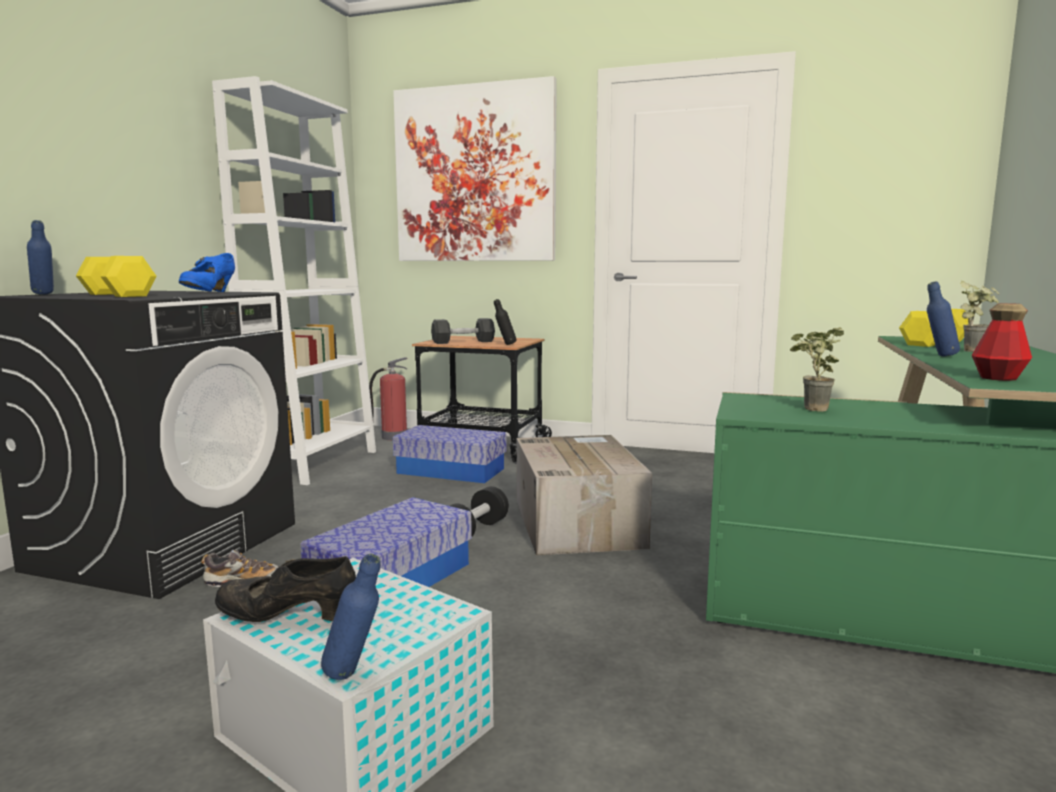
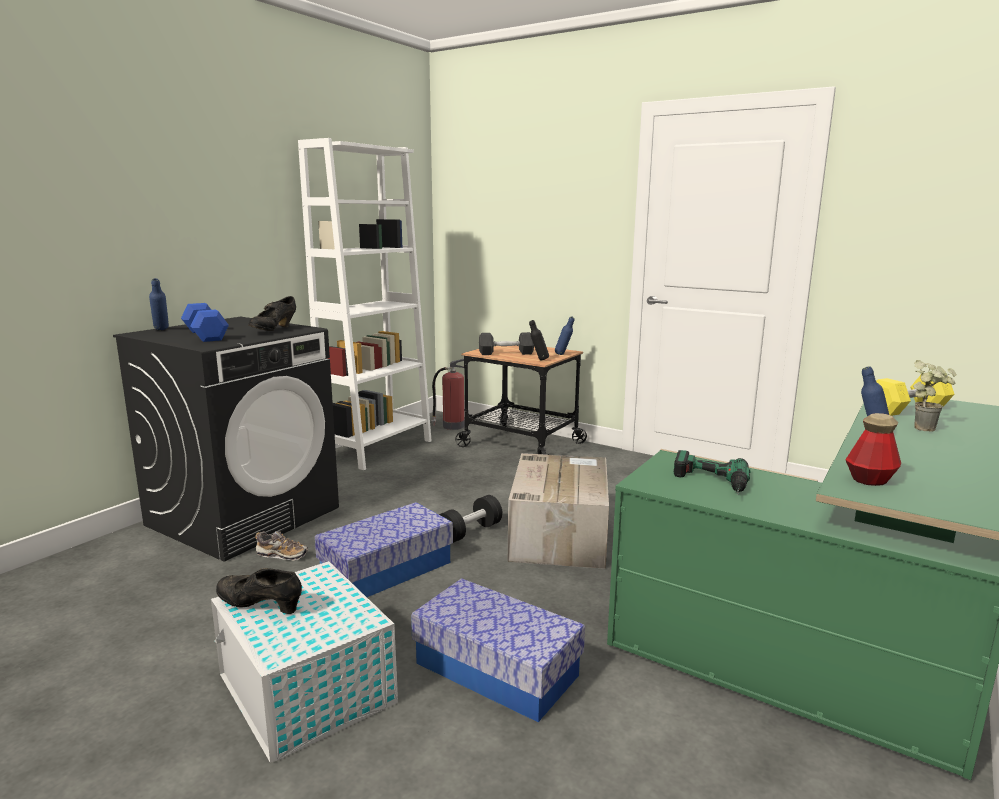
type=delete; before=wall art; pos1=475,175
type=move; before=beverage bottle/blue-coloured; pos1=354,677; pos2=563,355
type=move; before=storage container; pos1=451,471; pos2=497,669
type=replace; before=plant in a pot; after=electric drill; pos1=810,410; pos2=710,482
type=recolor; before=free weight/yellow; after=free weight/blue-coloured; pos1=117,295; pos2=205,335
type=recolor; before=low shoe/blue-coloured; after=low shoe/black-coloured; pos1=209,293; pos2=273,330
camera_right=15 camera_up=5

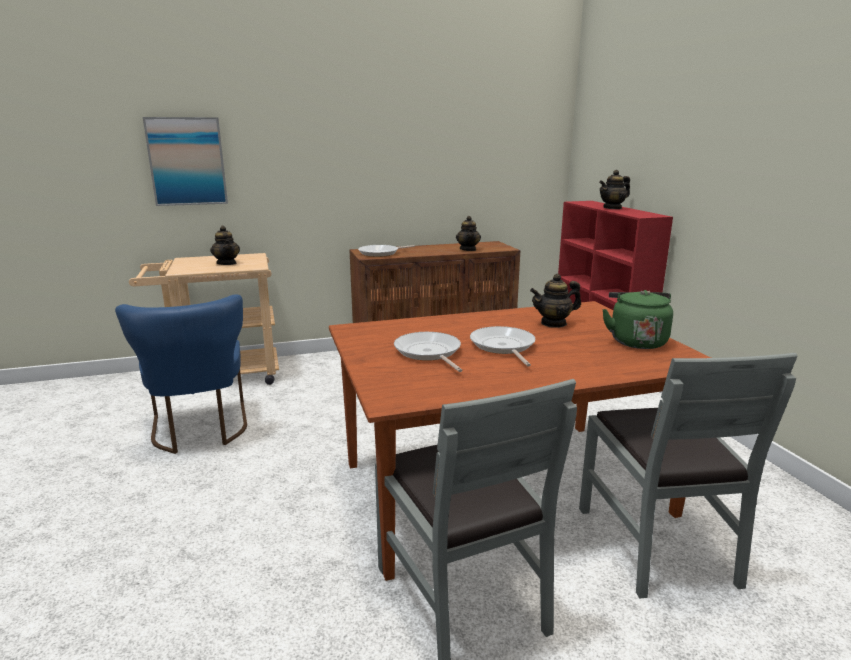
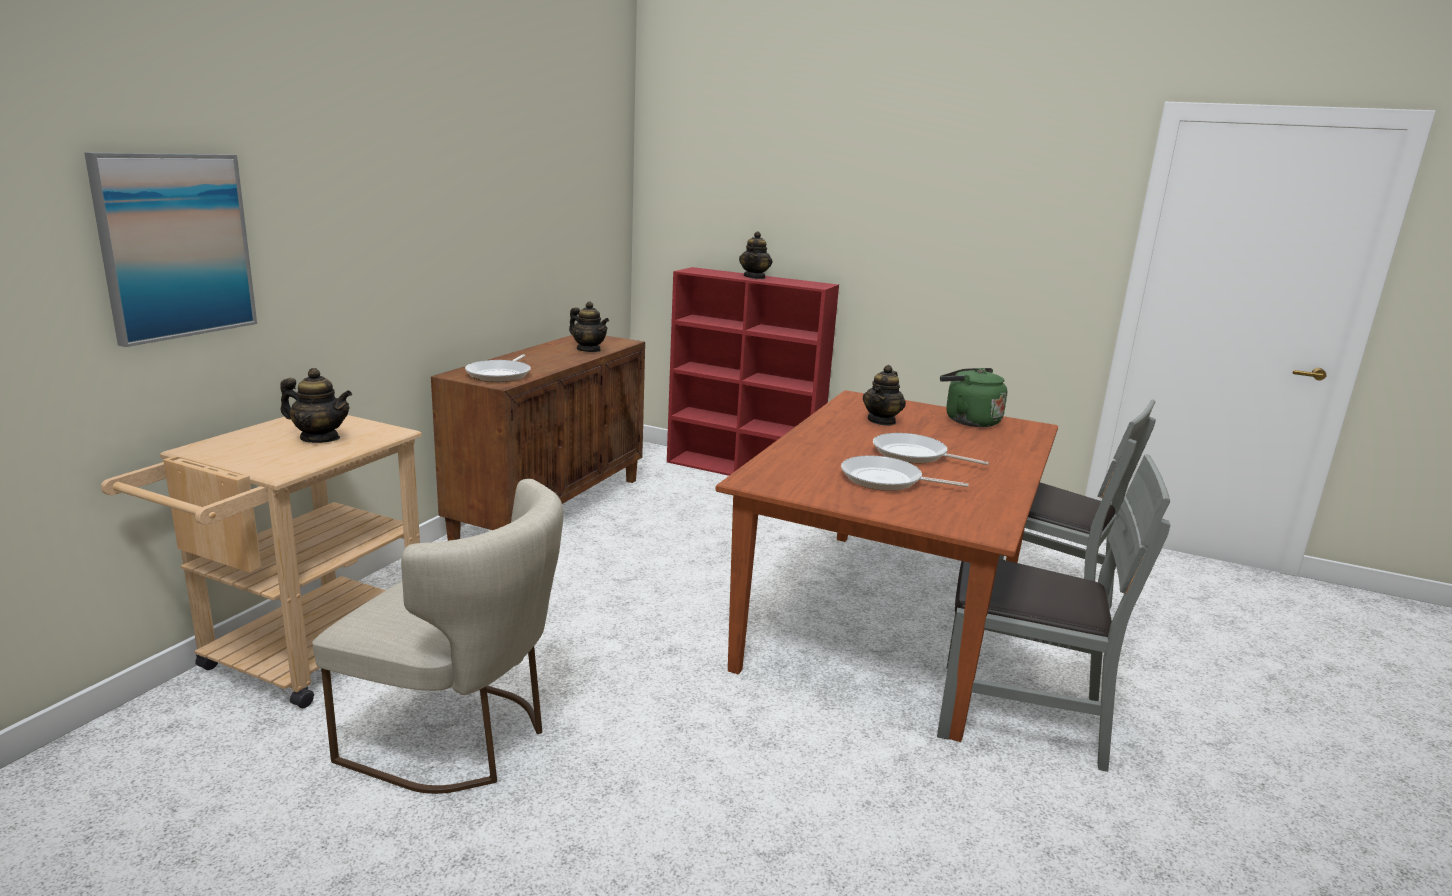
type=recolor; before=chair/blue-coloured; after=chair/beige-coloured; pos1=200,431; pos2=460,738
camera_right=-50 camera_up=0

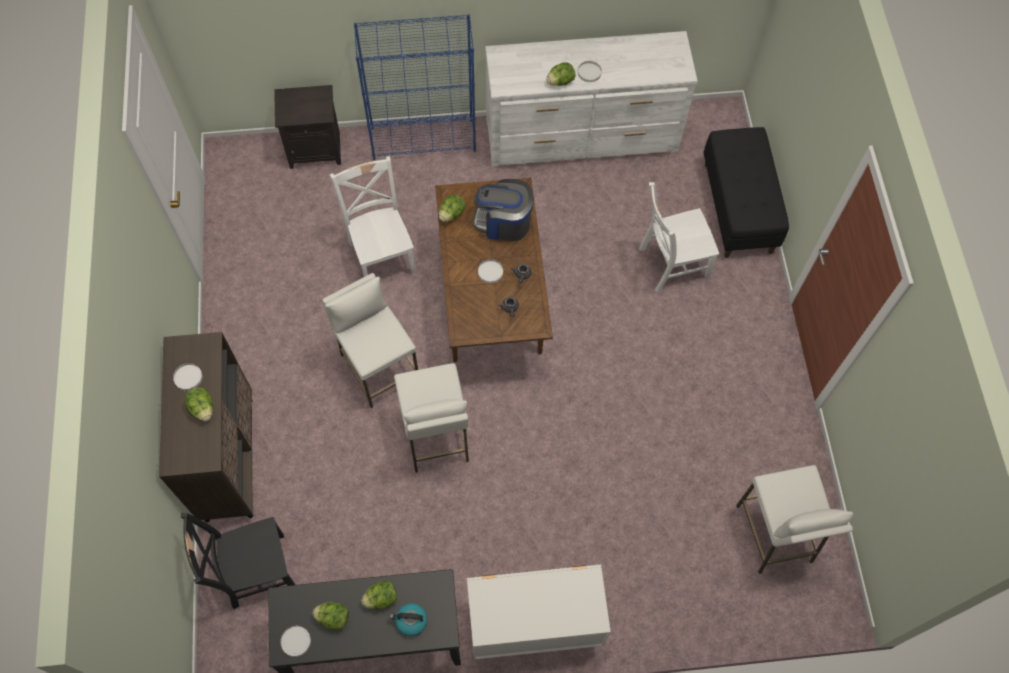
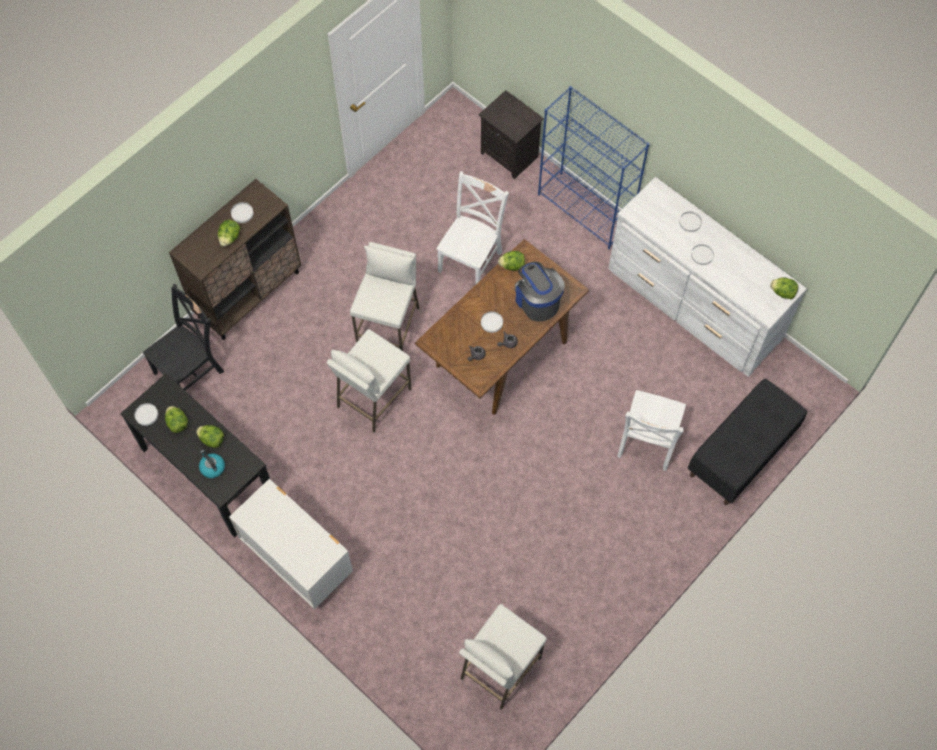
type=insert; after=dinner plate/whitish; pos2=690,222
type=move; before=lettuce; pos1=560,81; pos2=783,292
type=rotate; before=chair/black-coloured; pos1=254,571; pos2=191,370; turn=105
type=rotate; before=chair/whitish; pos1=670,263; pos2=647,443; turn=-105
camera_right=50 camera_up=0

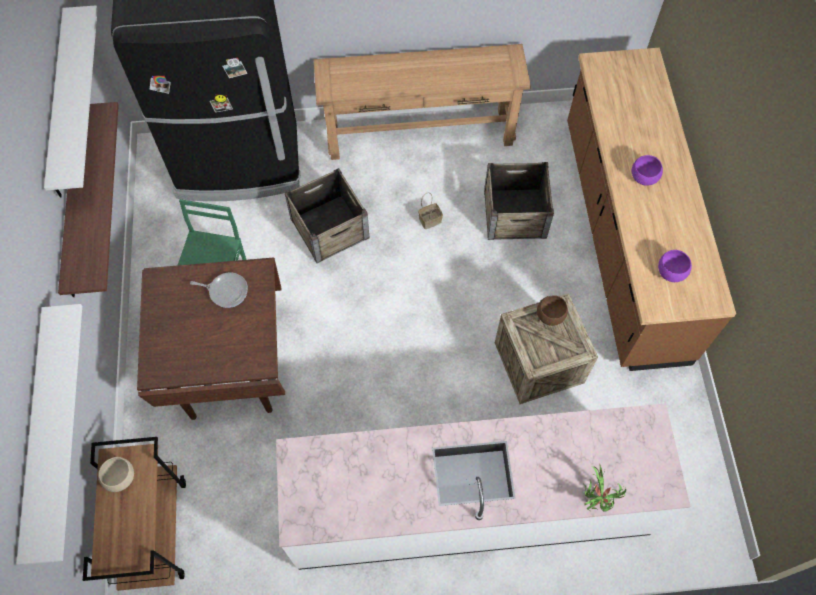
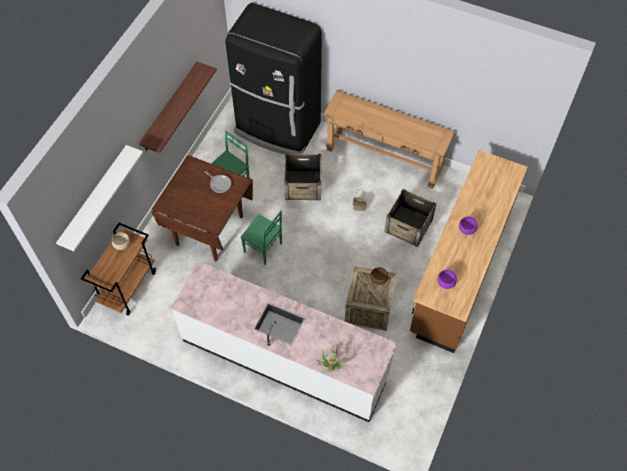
type=delete; before=wall shelf/whitish; pos1=60,105
type=insert; after=chair/green-coloured; pos2=263,248
camera_right=30 camera_up=-5

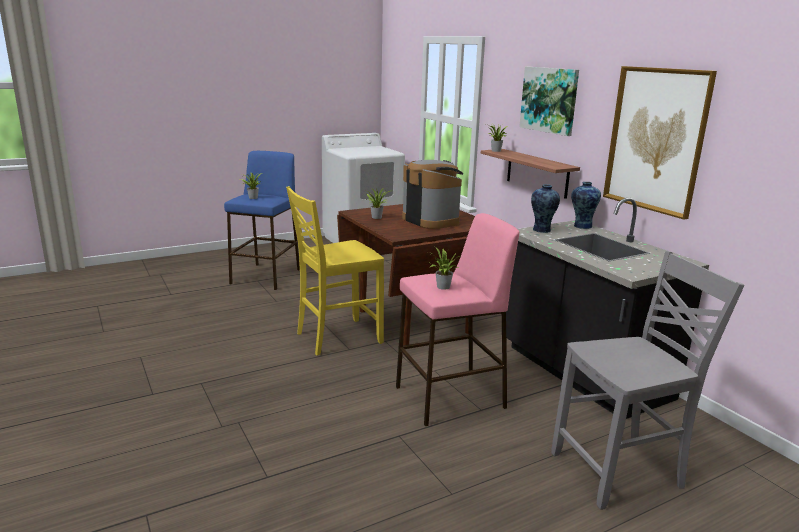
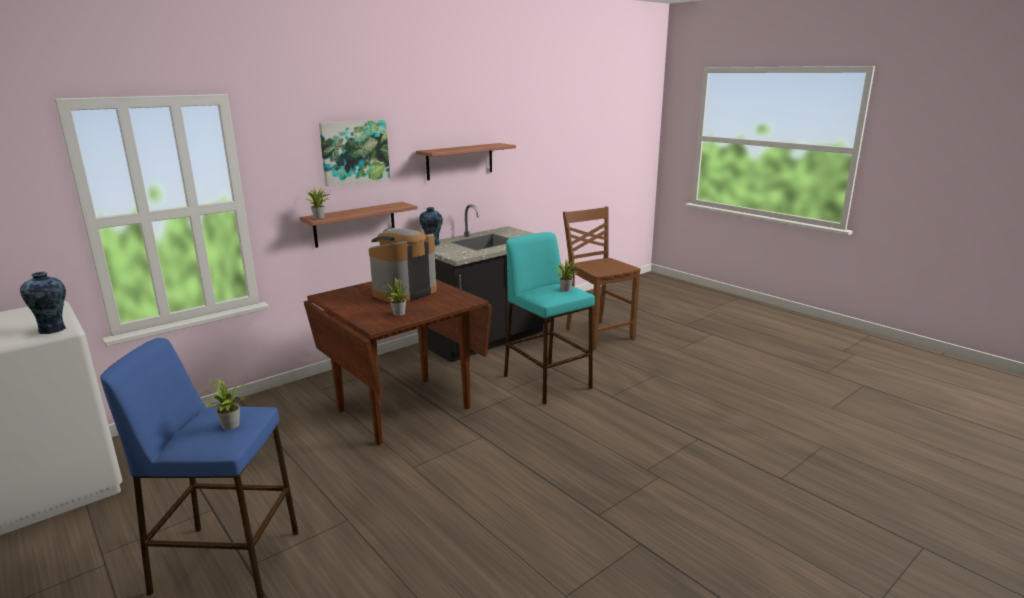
type=delete; before=chair/yellow; pos1=336,337
type=move; before=vase; pos1=542,230; pos2=53,329
type=replace; before=wall art; after=wall shelf; pos1=656,140; pos2=460,161
type=recolor; before=sitting stool/pinkish; after=sitting stool/turquoise; pos1=450,397; pos2=547,381
type=recolor; before=chair/gray; after=chair/brown-coloured; pos1=620,472; pos2=598,334
camera_right=-100 camera_up=0

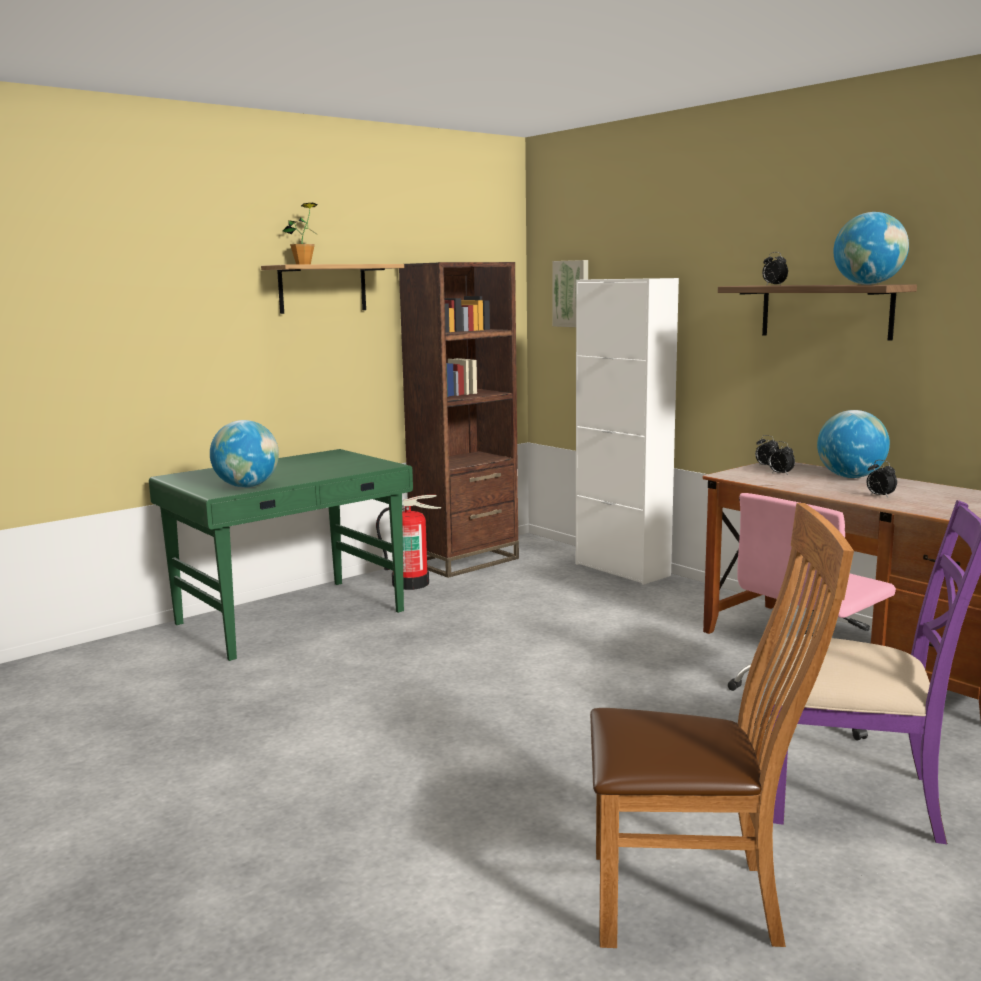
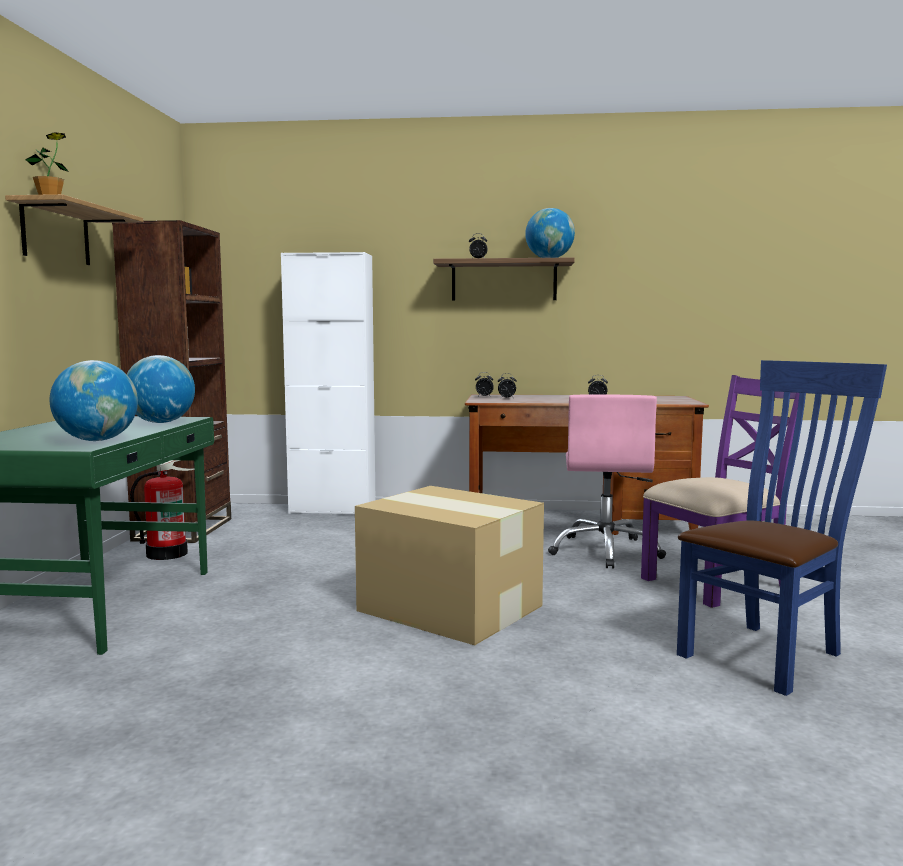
type=delete; before=wall art; pos1=572,293
type=insert; after=cardboard box; pos2=449,607
type=move; before=desk globe; pos1=850,477; pos2=161,422
type=recolor; before=chair/brown-coloured; after=chair/blue-coloured; pos1=697,900; pos2=768,653
camera_right=-45 camera_up=-5

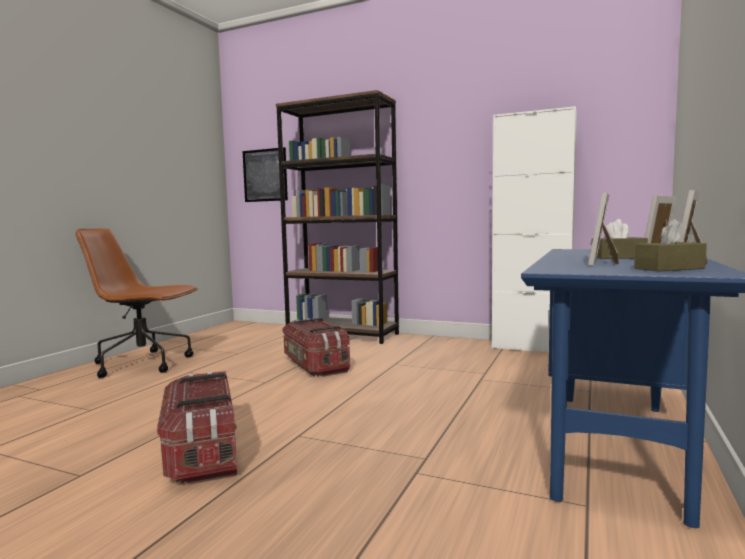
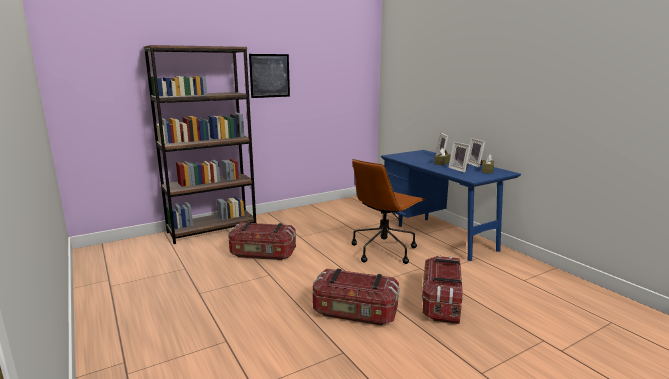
type=delete; before=storage cabinet/whitish; pos1=531,347
type=insert; after=storage container; pos2=441,302
type=move; before=desk chair/brown-coloured; pos1=144,364; pos2=384,250
type=move; before=wall art; pos1=265,175; pos2=269,75
camera_right=-55 camera_up=10

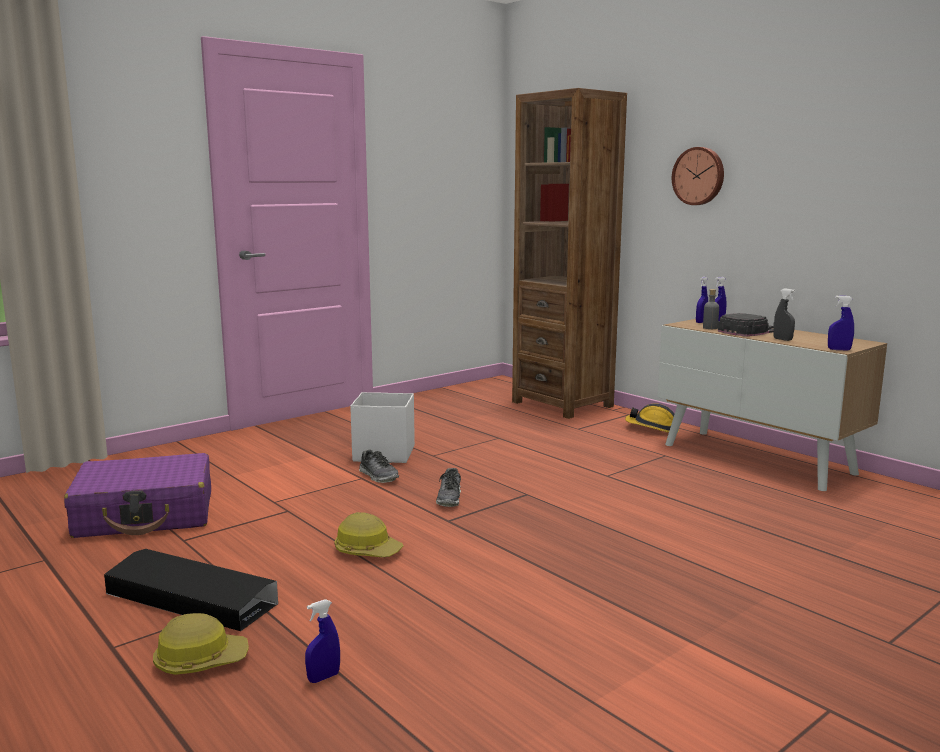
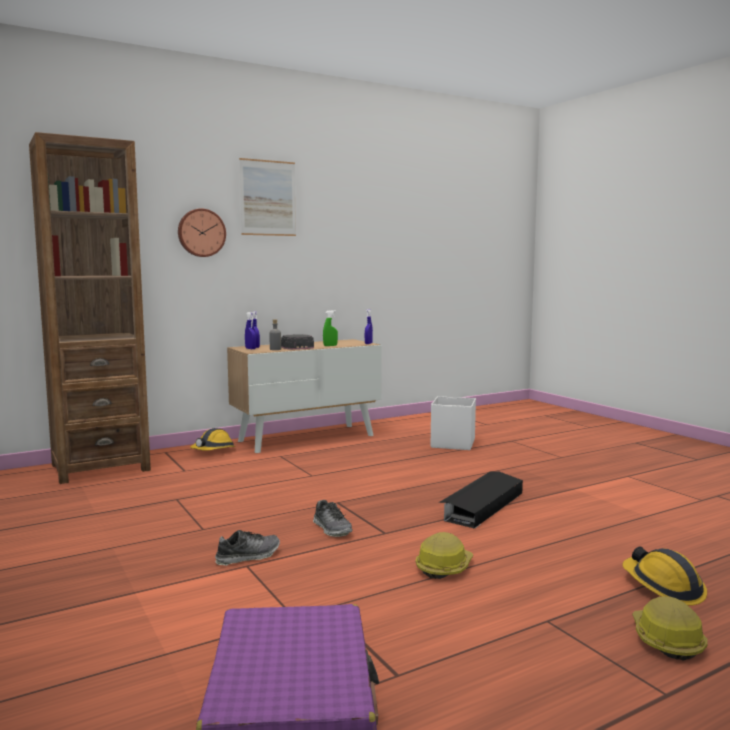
type=insert; after=wall art; pos2=268,198
type=move; before=storage container/black-coloured; pos1=190,599; pos2=482,506
type=move; before=storage container/whitish; pos1=383,453; pos2=452,443
type=replace; before=sprayer/blue-coloured; after=hard hat; pos1=323,677; pos2=663,587
type=recolor; before=sprayer/gray; after=sprayer/green-coloured; pos1=782,339; pos2=330,345
type=rotate; before=low shoe; pos1=450,498; pos2=332,529; turn=45
camera_right=-80 camera_up=-5

